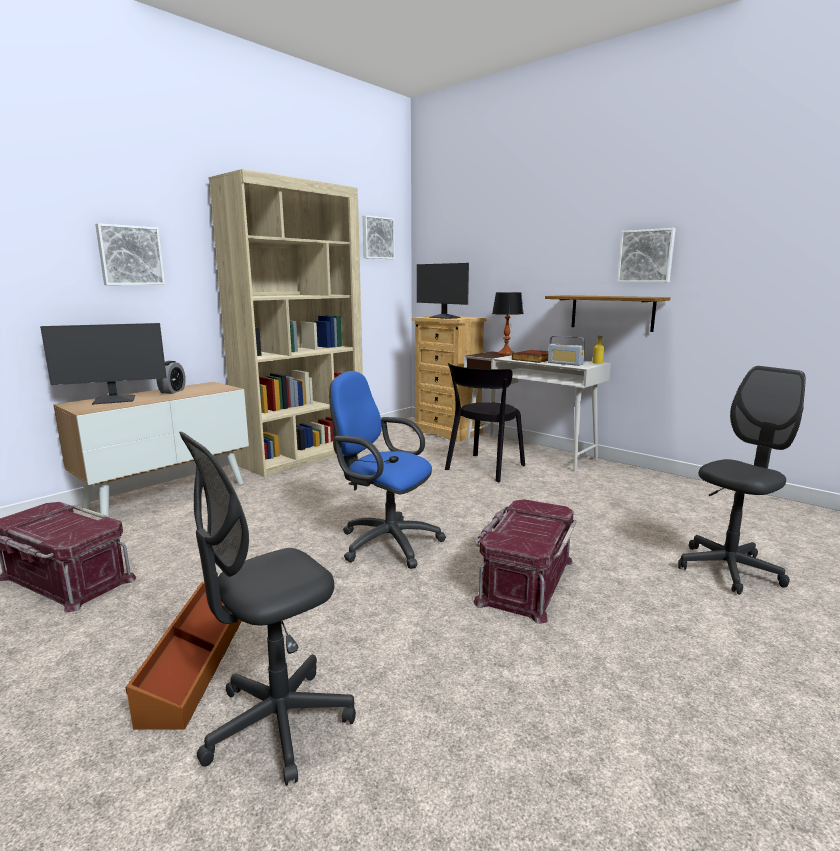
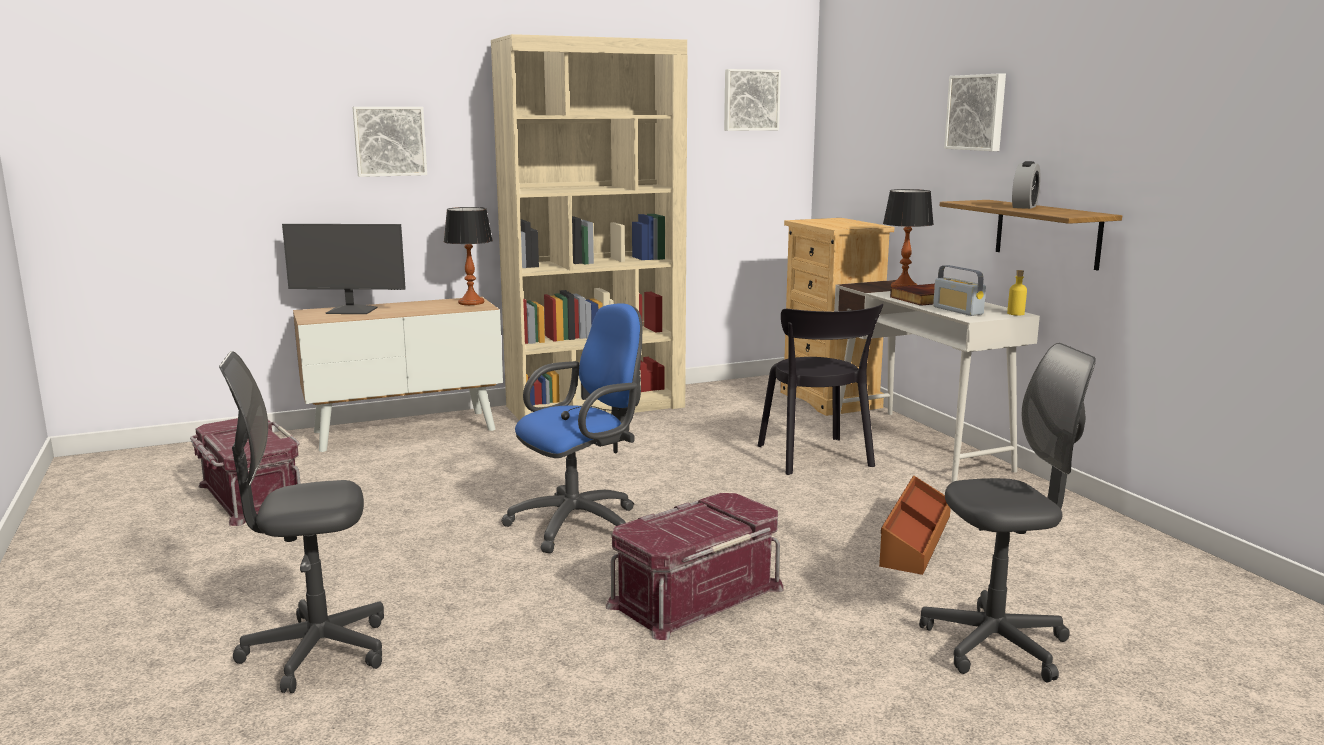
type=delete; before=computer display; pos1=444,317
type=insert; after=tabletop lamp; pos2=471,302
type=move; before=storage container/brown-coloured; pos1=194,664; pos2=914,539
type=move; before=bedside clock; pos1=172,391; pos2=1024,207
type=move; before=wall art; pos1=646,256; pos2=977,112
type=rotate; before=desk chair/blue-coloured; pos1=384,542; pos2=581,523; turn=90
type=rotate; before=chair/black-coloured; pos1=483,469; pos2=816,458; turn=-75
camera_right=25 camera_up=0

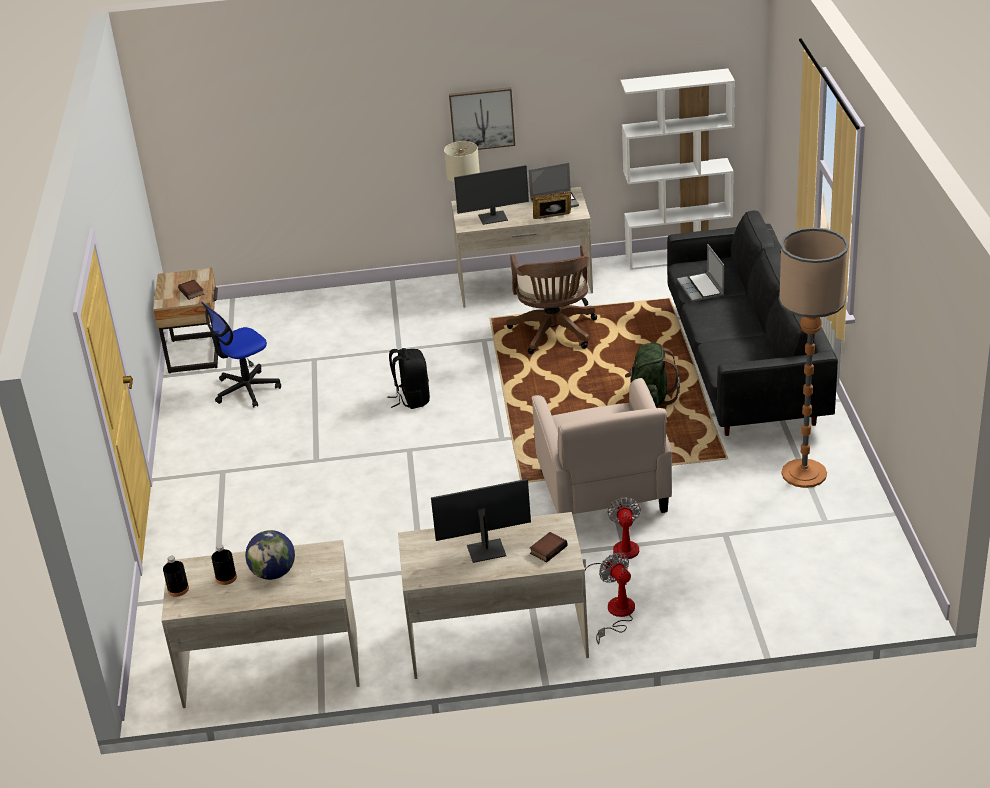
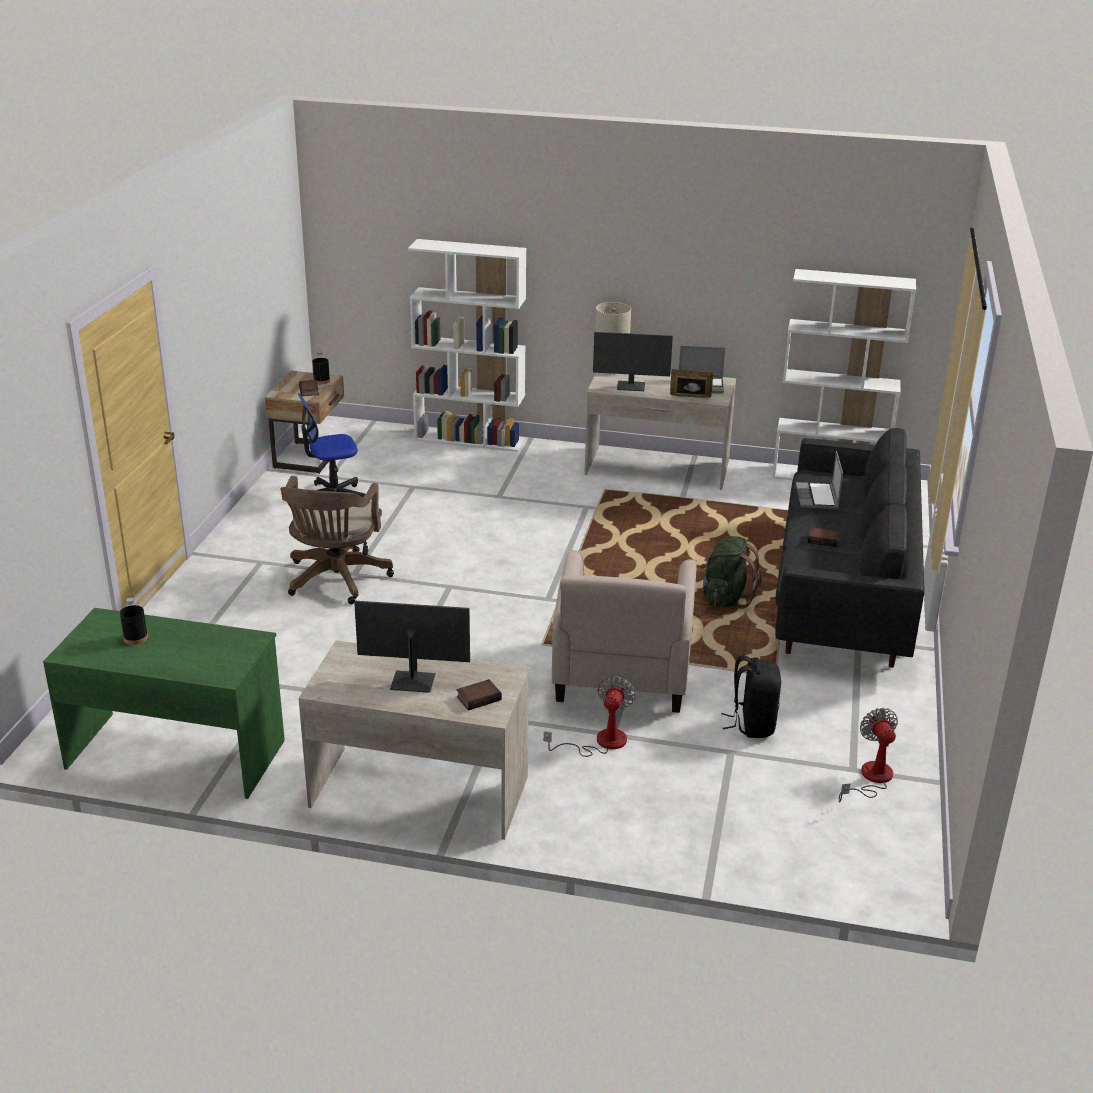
type=delete; before=desk globe; pos1=273,573
type=delete; before=wall art; pos1=482,119
type=delete; before=floor lamp; pos1=804,474
type=insert; after=shelving unit/whitish; pos2=470,439
type=insert; after=book; pos2=823,540
type=move; before=beverage bottle/black-coloured; pos1=178,589; pos2=321,381
type=move; before=knapsack/black-coloured; pos1=411,399; pos2=752,724
type=move; before=desk chair/brown-coloured; pos1=554,334; pos2=335,581
type=move; before=fan; pos1=617,614; pos2=870,779
type=recolor; before=desk table/beige-coloured; after=desk table/green-coloured; pos1=271,666; pos2=177,753
camera_right=15 camera_up=-5

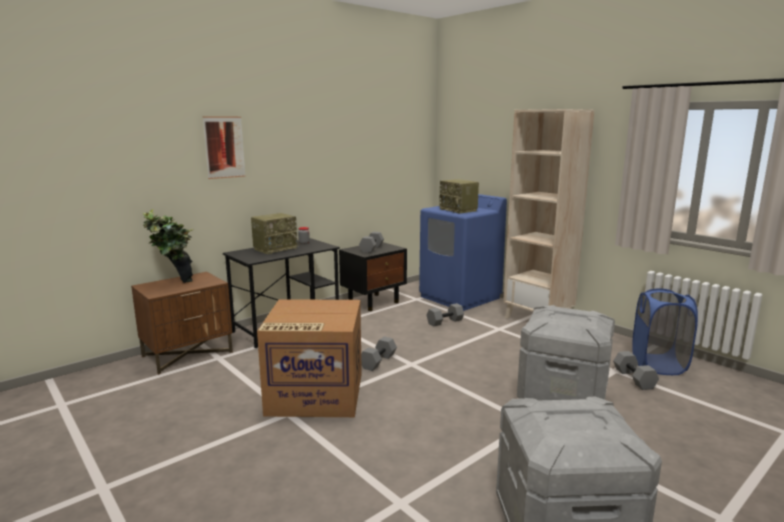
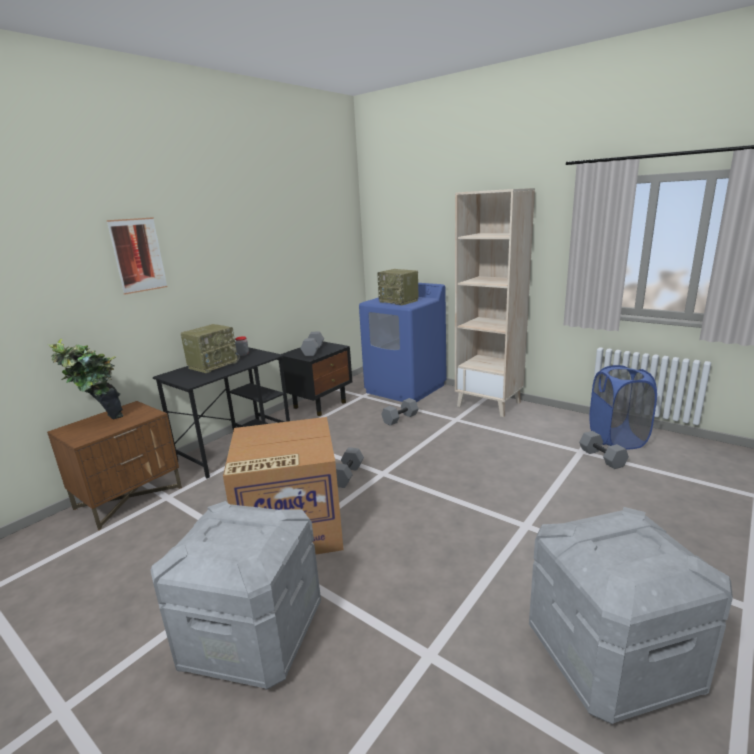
type=move; before=storage container/gray; pos1=563,396; pos2=253,634
camera_right=-10 camera_up=5

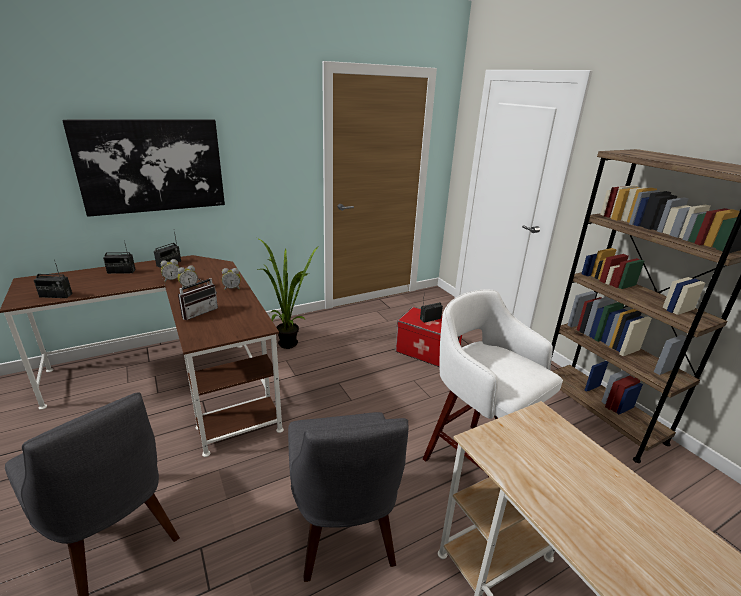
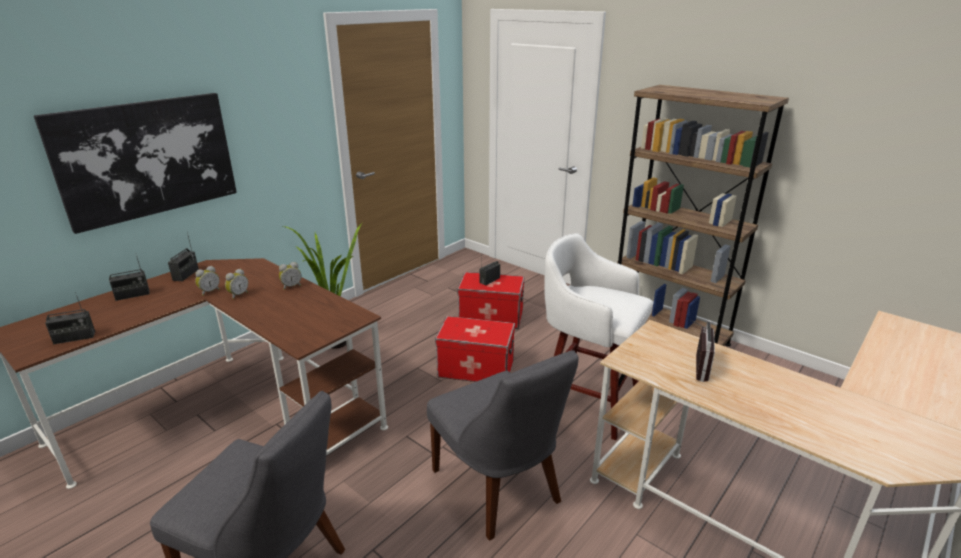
type=insert; after=storage container; pos2=476,368
type=move; before=radio receiver; pos1=198,312; pos2=695,367
camera_right=-20 camera_up=0

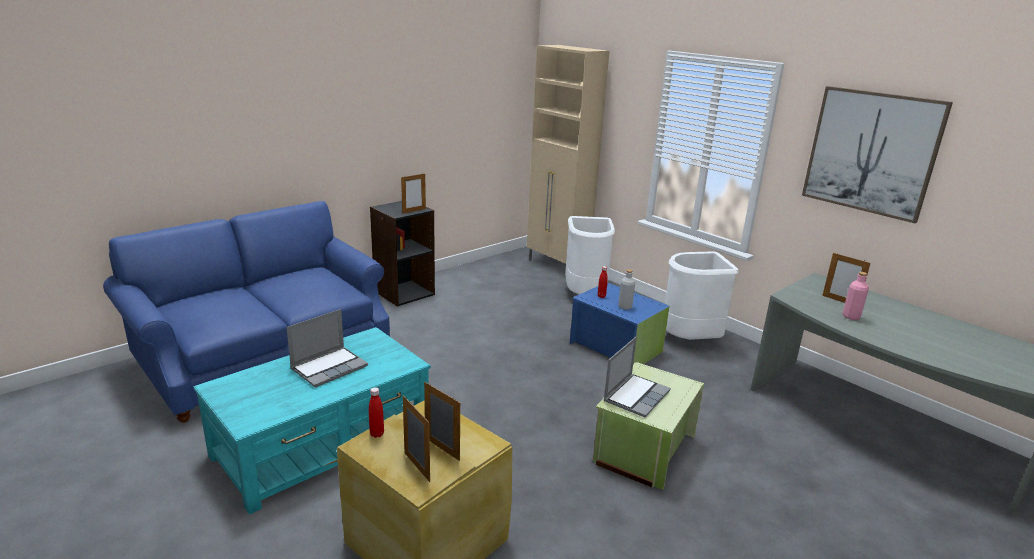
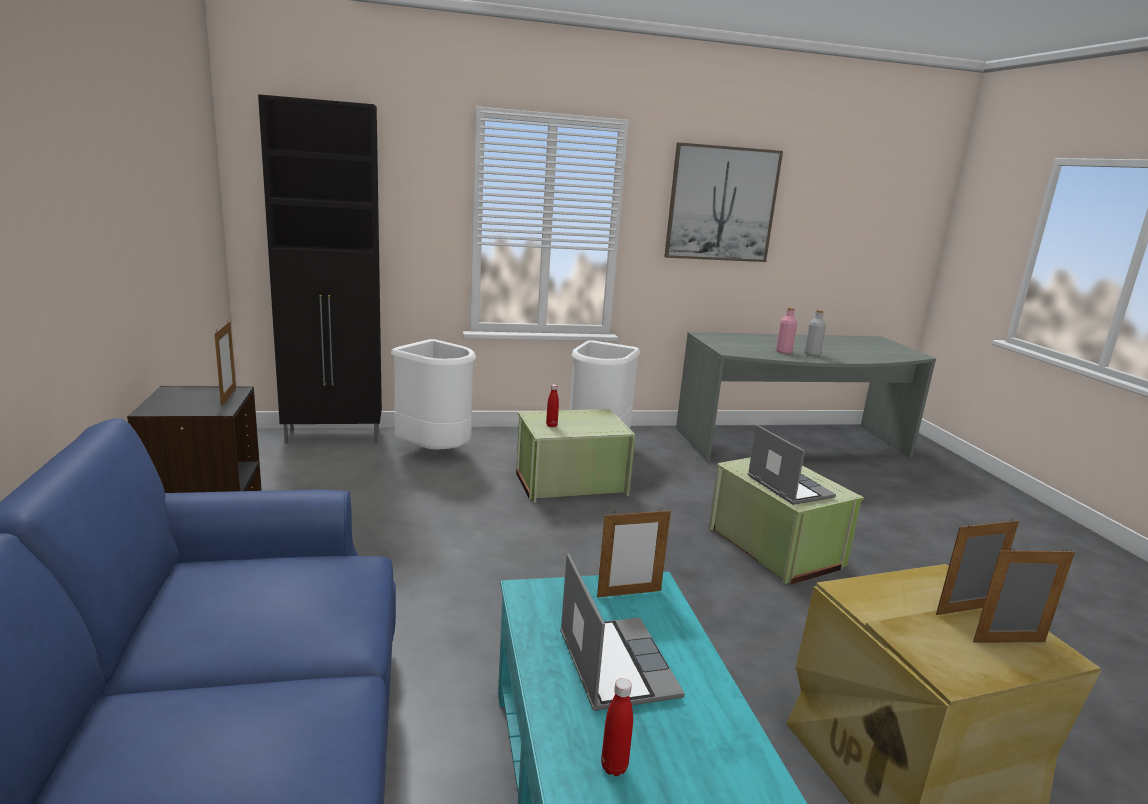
type=move; before=beverage bottle/red-coloured; pos1=377,434; pos2=614,767
type=move; before=beverage bottle/gray; pos1=625,307; pos2=812,354
type=move; before=picture frame; pos1=840,301; pos2=629,593
type=recolor; before=storage cabinet/beige-coloured; after=storage cabinet/black-coloured; pos1=557,266; pos2=335,436
type=recolor; before=storage container/blue-coloured; after=storage container/green-coloured; pos1=616,347; pos2=570,483
camera_right=-60 camera_up=-5

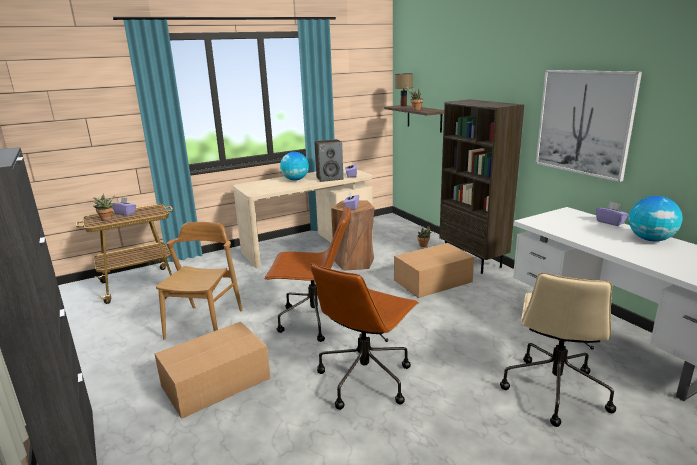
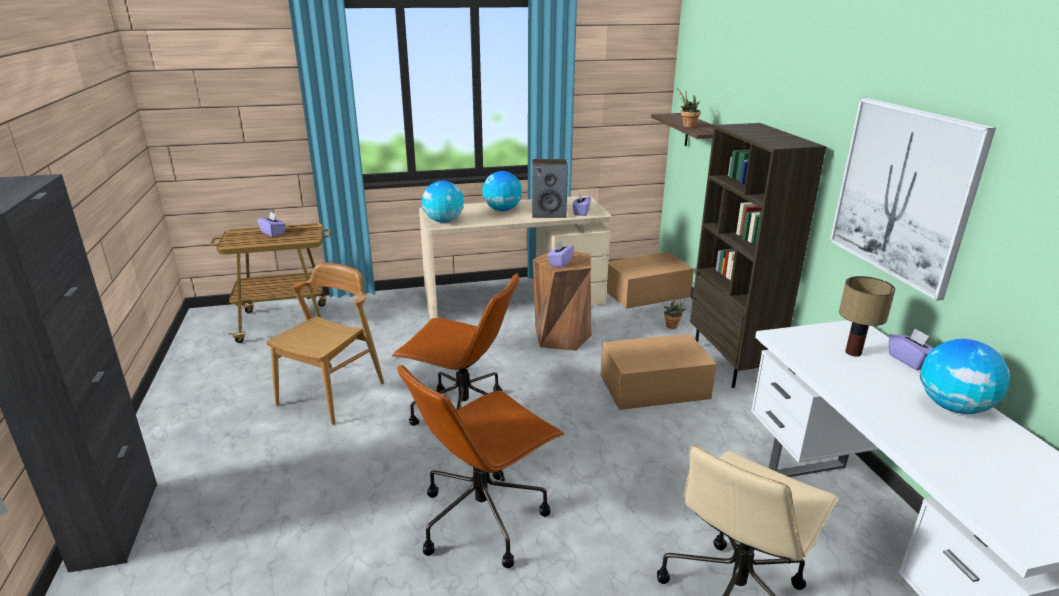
type=delete; before=plant in a pot; pos1=107,220
type=insert; after=desk globe; pos2=444,221
type=move; before=cardboard box; pos1=214,382; pos2=645,293
type=move; before=tabletop lamp; pos1=403,106; pos2=853,353
camera_right=15 camera_up=5

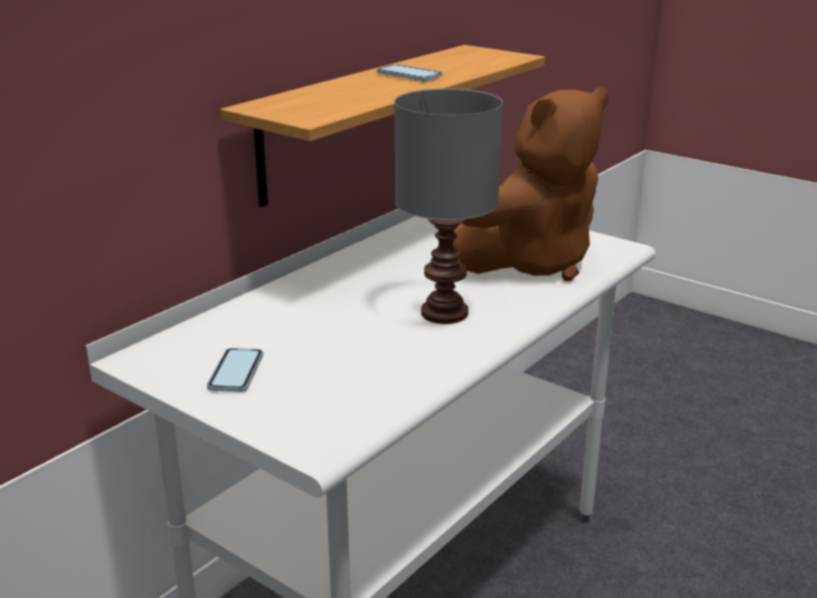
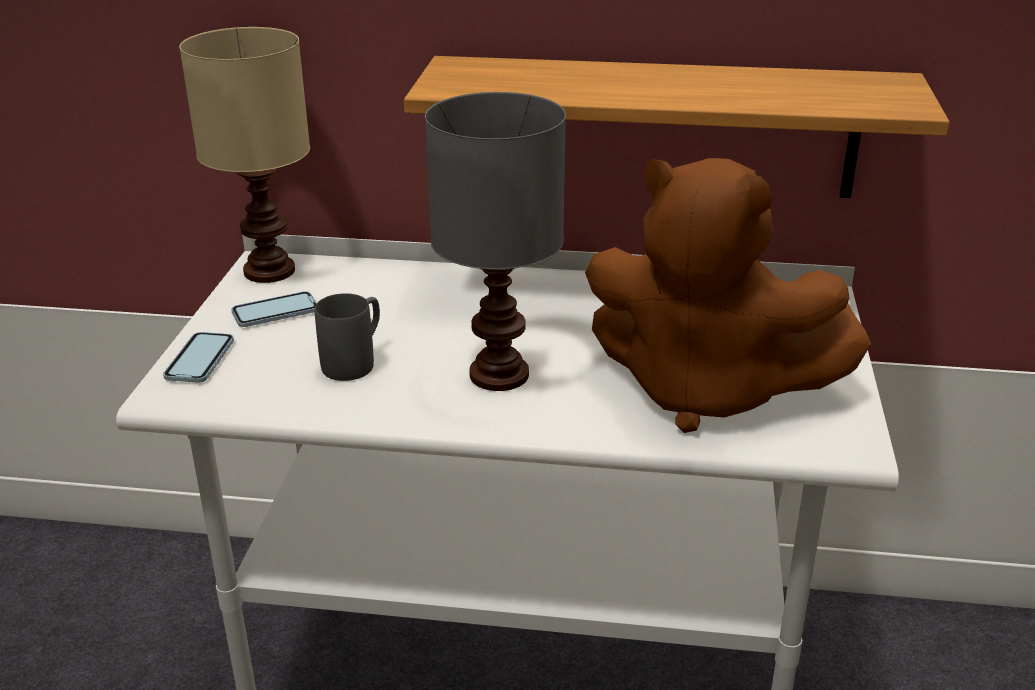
type=insert; after=tabletop lamp/beige-coloured; pos2=267,271
type=insert; after=tea mug/gray; pos2=356,361
type=move; before=telephone; pos1=409,75; pos2=200,360
camera_right=60 camera_up=5

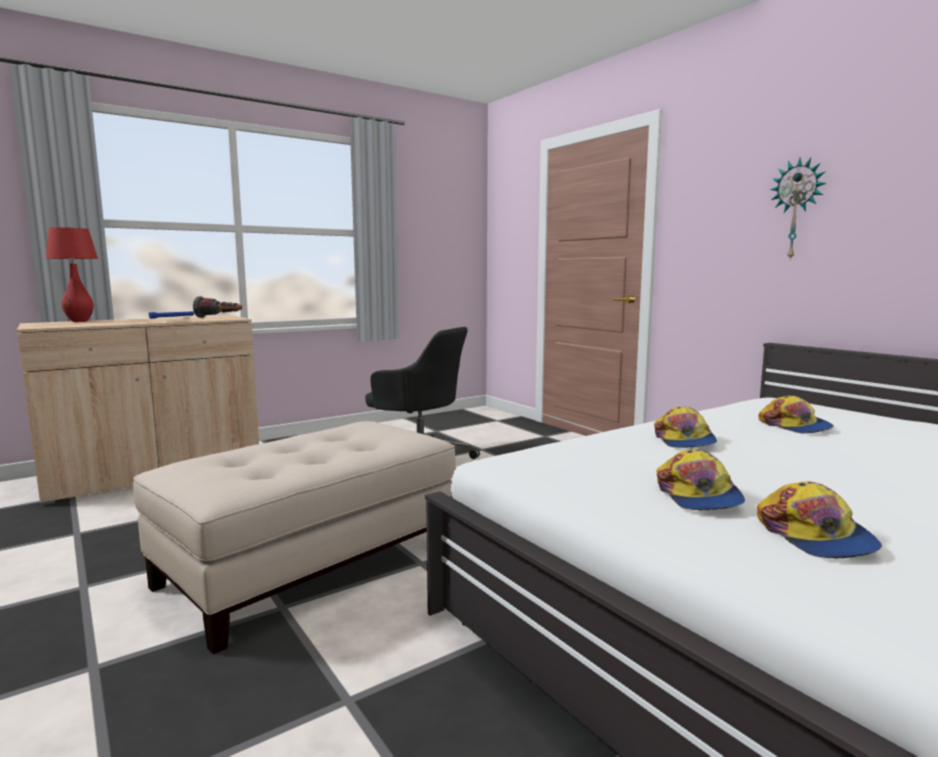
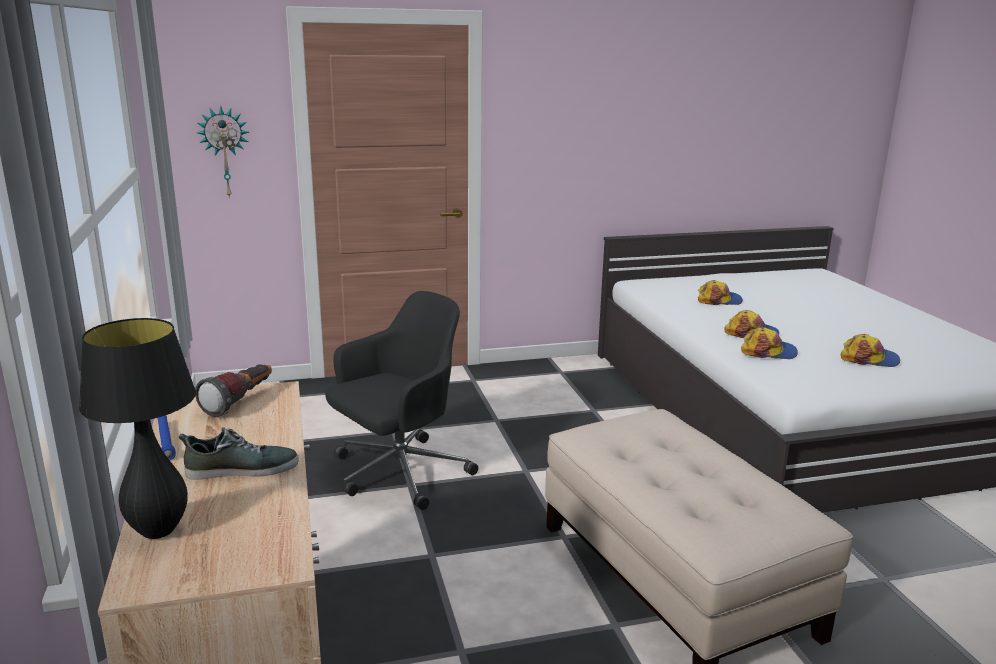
type=insert; after=low shoe; pos2=242,469
type=move; before=cap; pos1=815,536; pos2=768,352
type=move; before=wall clock; pos1=797,209; pos2=225,152
type=recolor; before=tabletop lamp/red-coloured; after=tabletop lamp/black-coloured; pos1=79,321; pos2=158,531
camera_right=-70 camera_up=10

